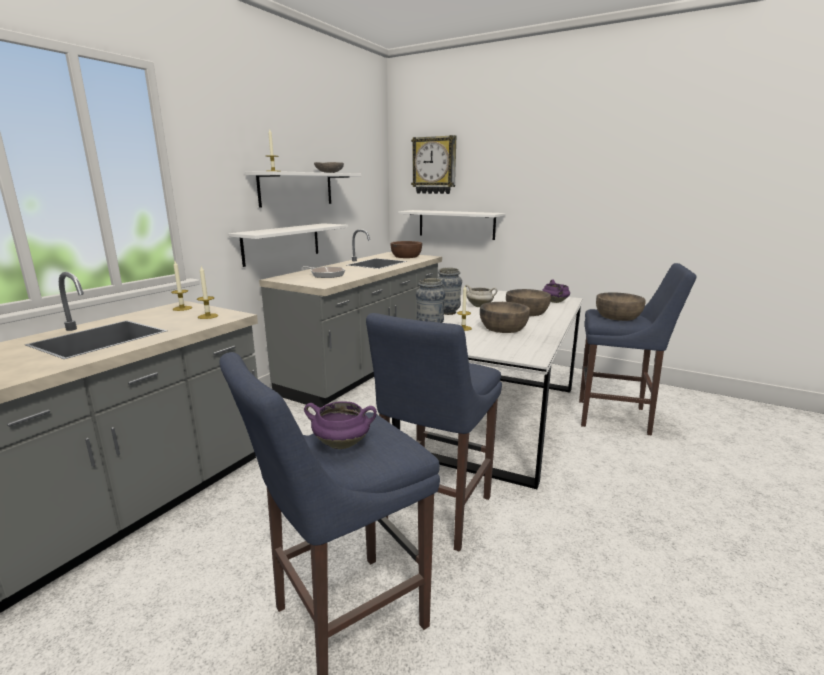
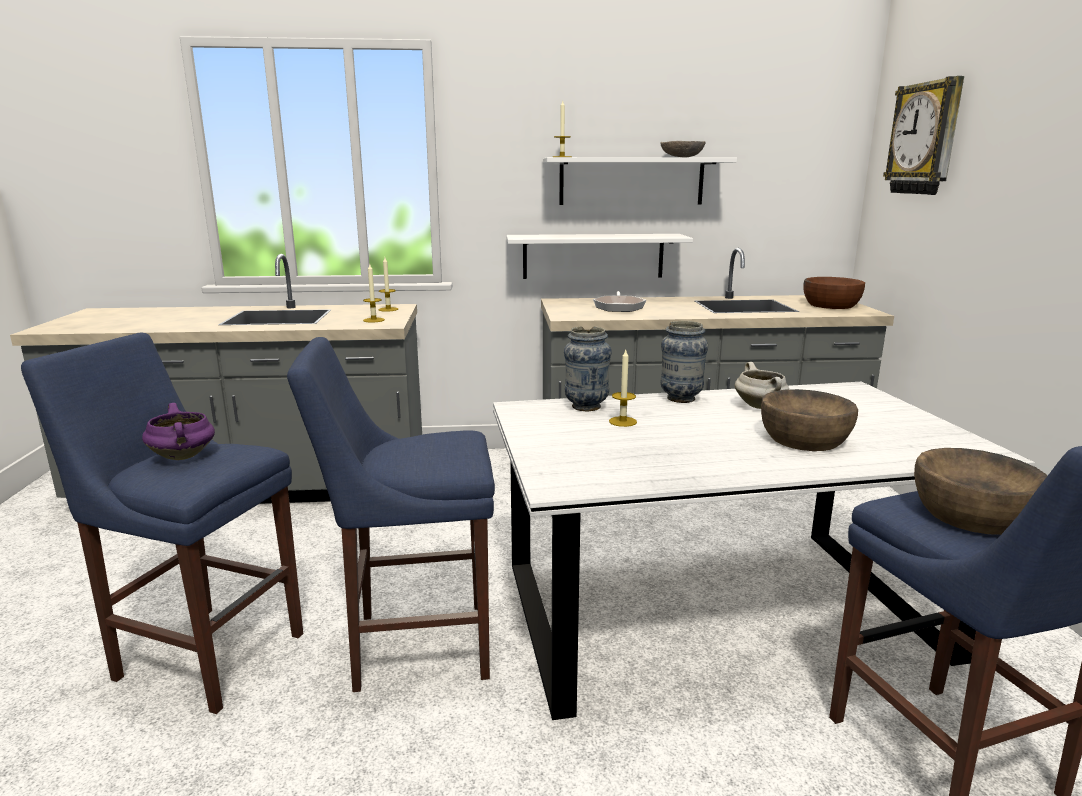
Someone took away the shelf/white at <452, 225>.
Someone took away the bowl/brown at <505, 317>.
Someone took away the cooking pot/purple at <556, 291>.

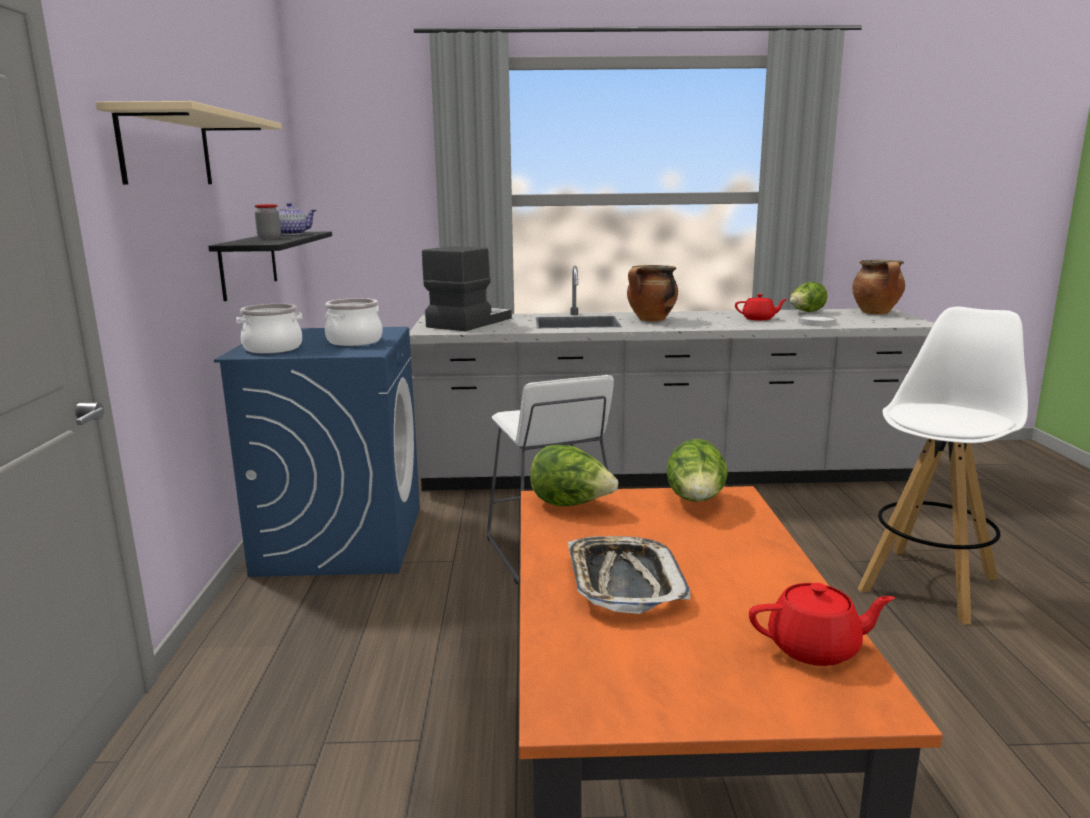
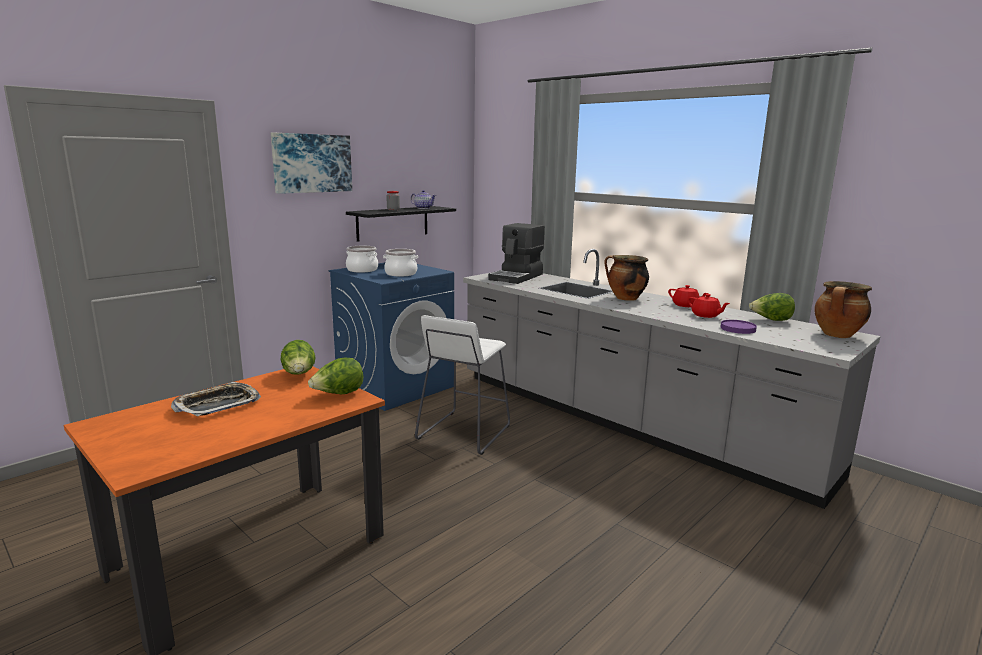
Someone swapped the shelf/beige at <189, 142> for the picture at <311, 163>.
Someone rotated the coffee machine at <467, 288> by 135 degrees clockwise.
Someone carried the teapot/red from <822, 624> to <688, 296>.
Someone repainted the plate/white at <817, 320>, which became the plate/purple at <738, 327>.
Someone took away the stool/white at <943, 465>.

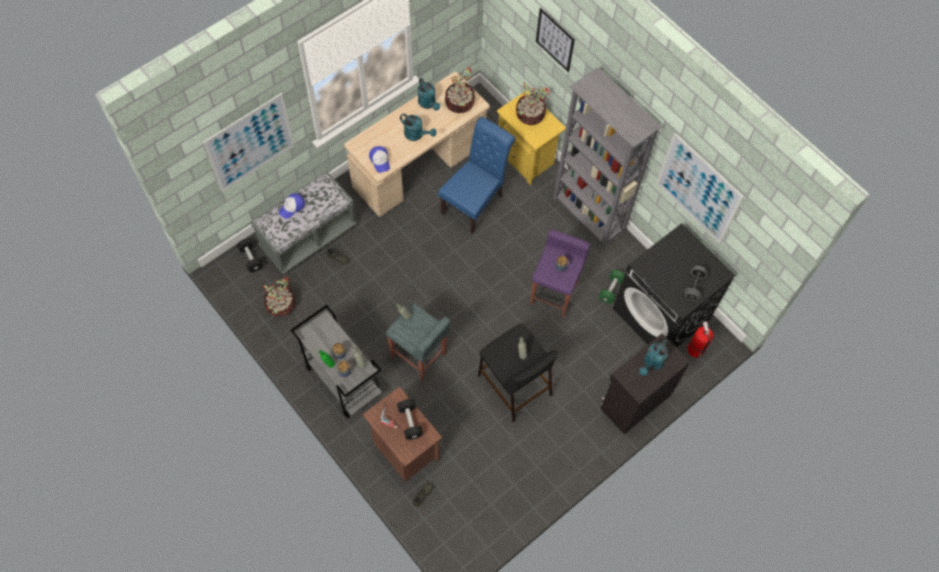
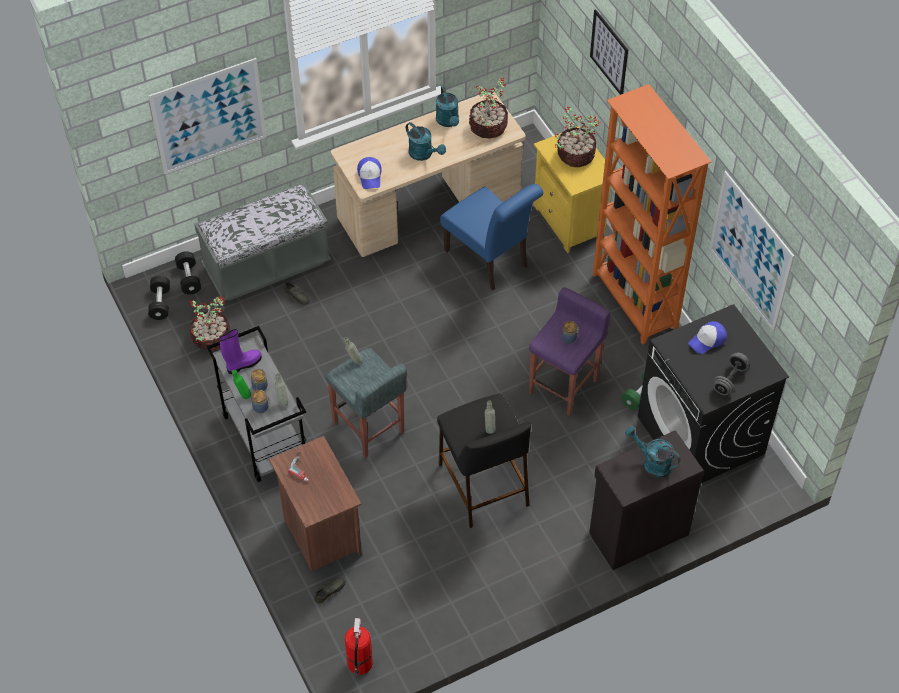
Someone carried the cap from <291, 206> to <707, 337>.
Someone carried the dumbbell/black from <410, 419> to <159, 298>.
Someone rotated the chair/blue at <476, 175> by 90 degrees clockwise.
Someone repainted the bookcase/grey at <607, 158>, which became the bookcase/orange at <652, 214>.
Someone rotated the watering can/turquoise at <653, 357> by 75 degrees clockwise.
Someone carried the fire extinguisher from <700, 340> to <359, 646>.
Someone put down the boot/purple at <240, 351>.

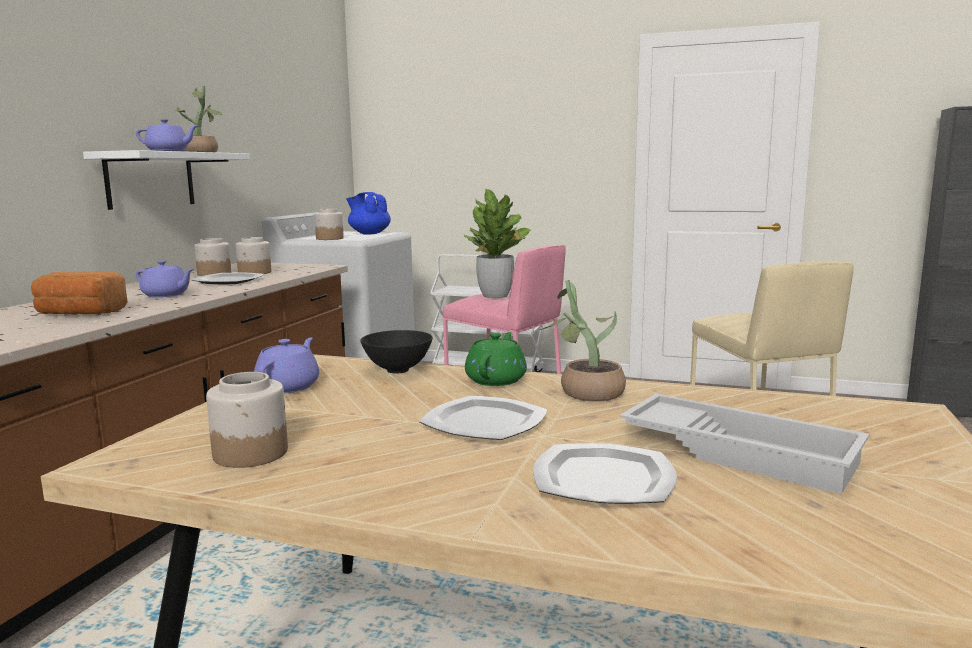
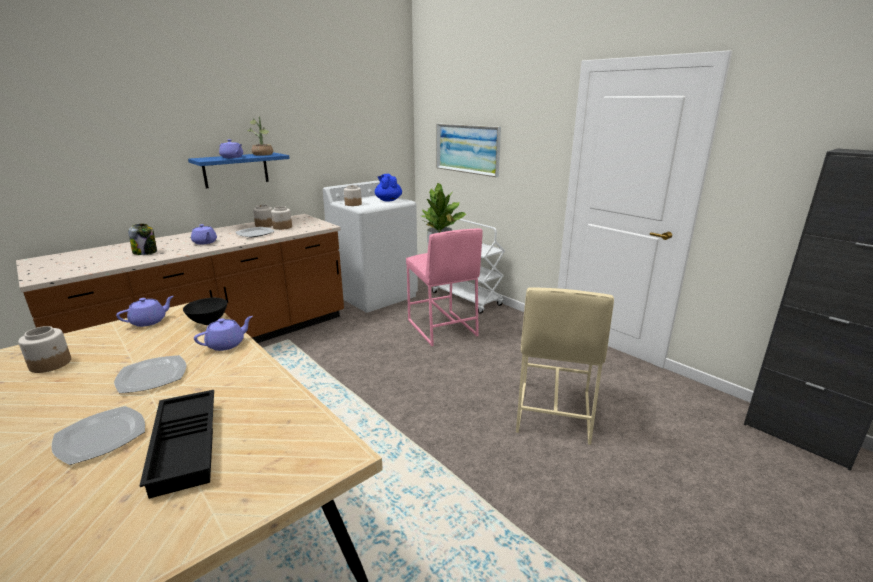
Someone swapped the bread at <79, 293> for the jar at <142, 239>.
Someone repainted the shelf/white at <166, 180>, which became the shelf/blue at <239, 170>.
Someone repainted the teapot/green at <496, 359>, which became the teapot/purple at <223, 333>.
Someone took away the potted plant at <583, 341>.
Someone repainted the tray/white at <745, 443>, which became the tray/black at <177, 444>.
Someone put up the picture at <469, 150>.

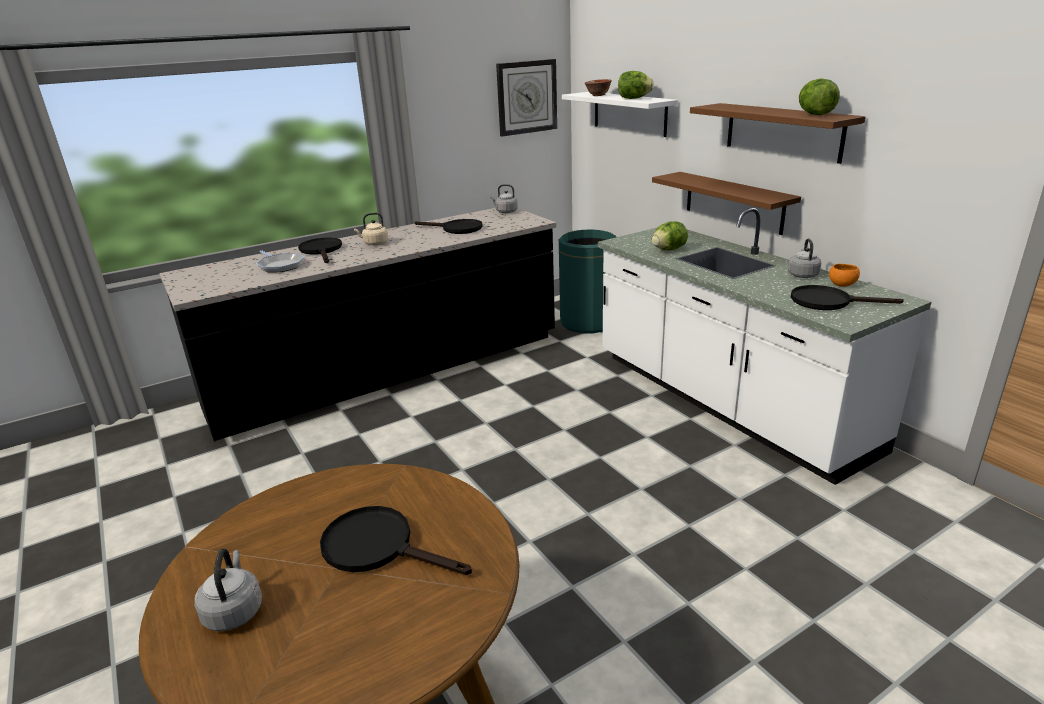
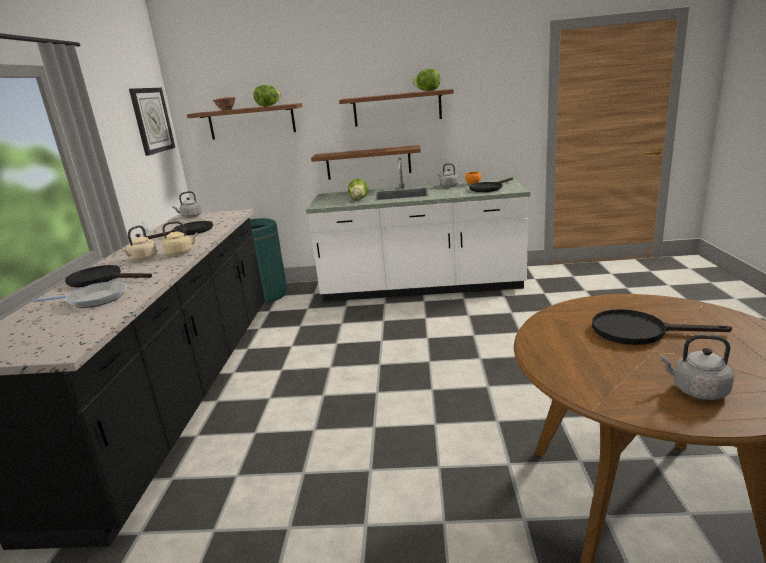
Someone rotated the frying pan/black at <396, 540> by 45 degrees clockwise.
Someone repainted the shelf/white at <620, 114>, which became the shelf/brown at <245, 121>.
Someone put down the kettle/beige at <180, 238>.

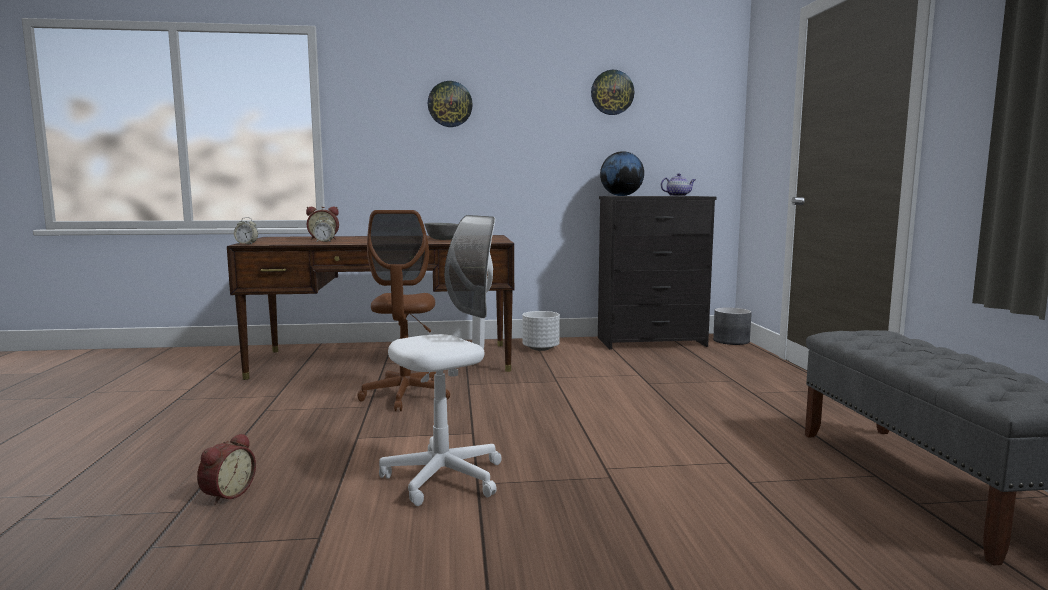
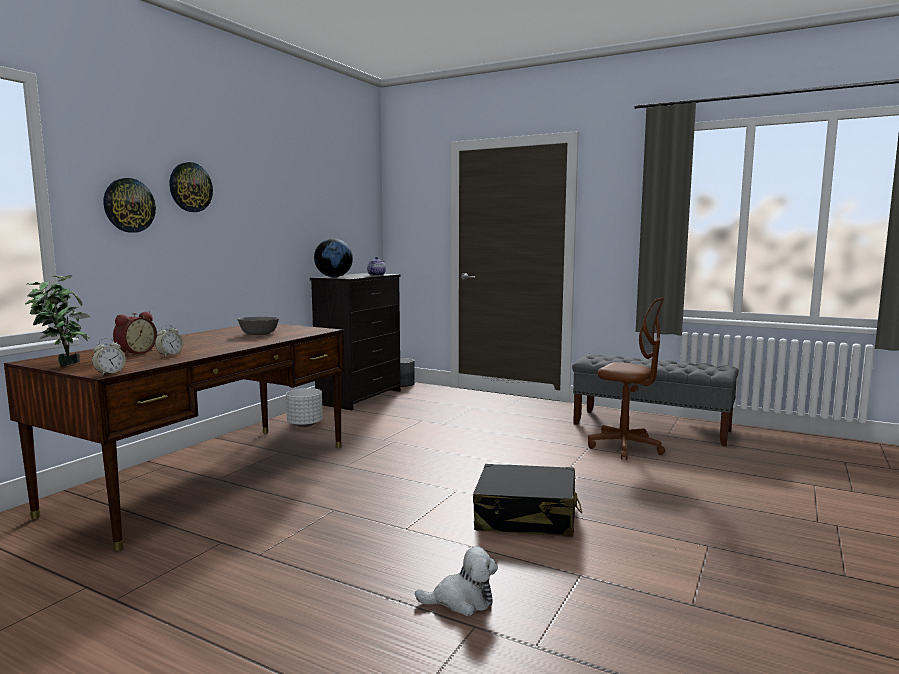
Someone swapped the alarm clock at <226, 469> for the plush toy at <456, 581>.
Someone carried the office chair/brown from <403, 310> to <626, 378>.
Someone swapped the office chair/white at <440, 360> for the suitcase/black at <527, 500>.
Someone carried the wall clock from <612, 92> to <130, 205>.
Someone put down the potted plant at <57, 320>.

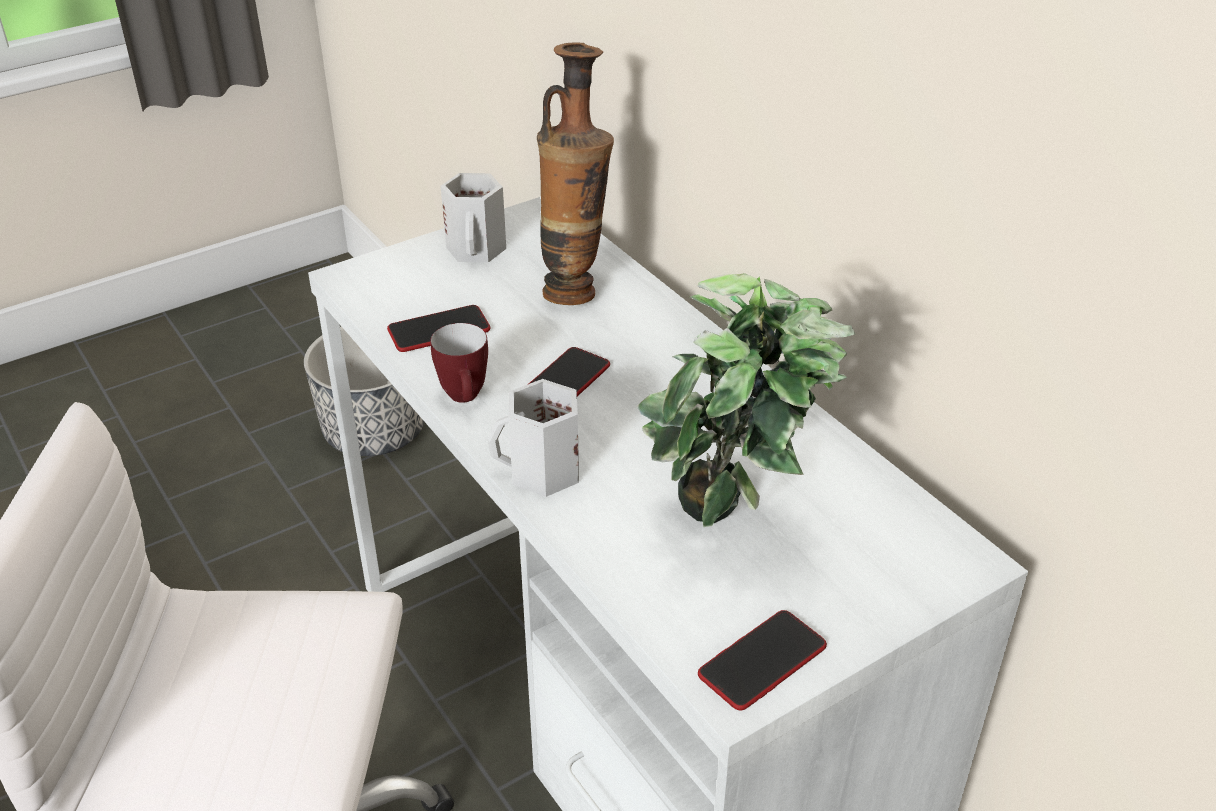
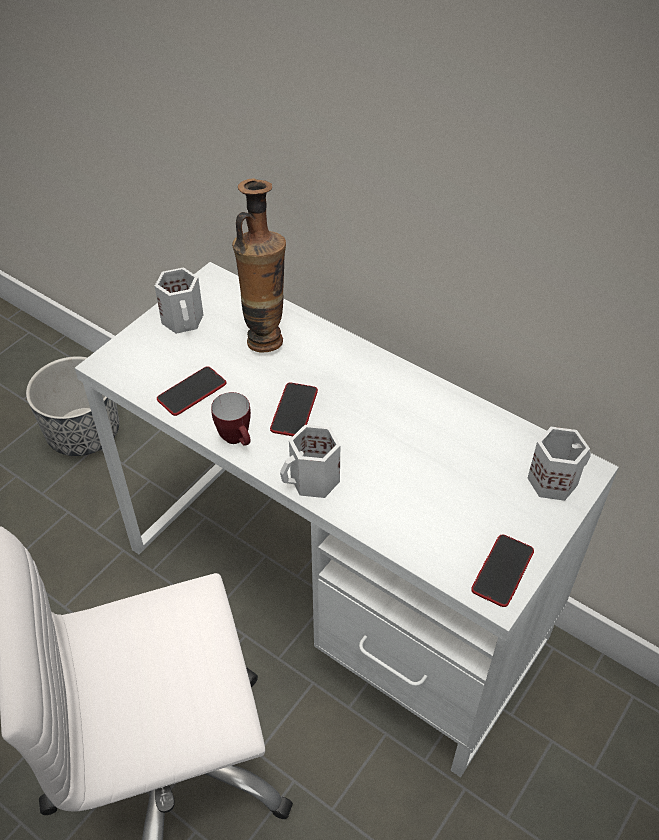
Someone took away the potted plant at <746, 400>.
Someone put down the mug/white at <559, 464>.

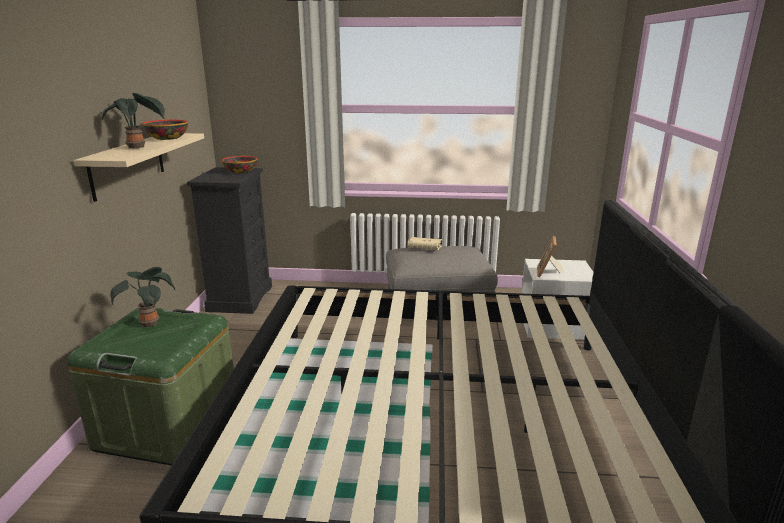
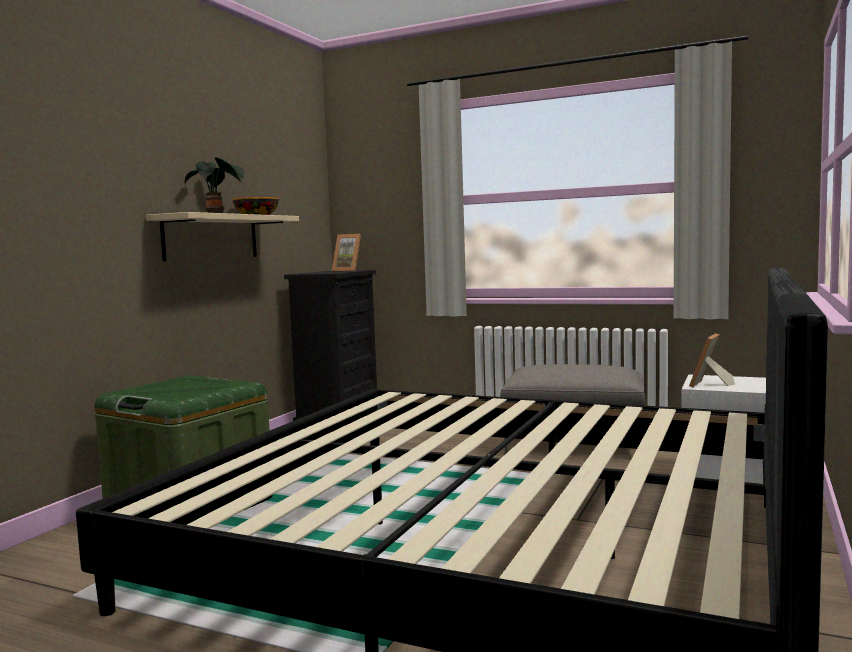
Someone took away the potted plant at <142, 297>.
Someone swapped the bowl at <240, 164> for the picture frame at <346, 253>.
Someone took away the book/beige at <425, 243>.

